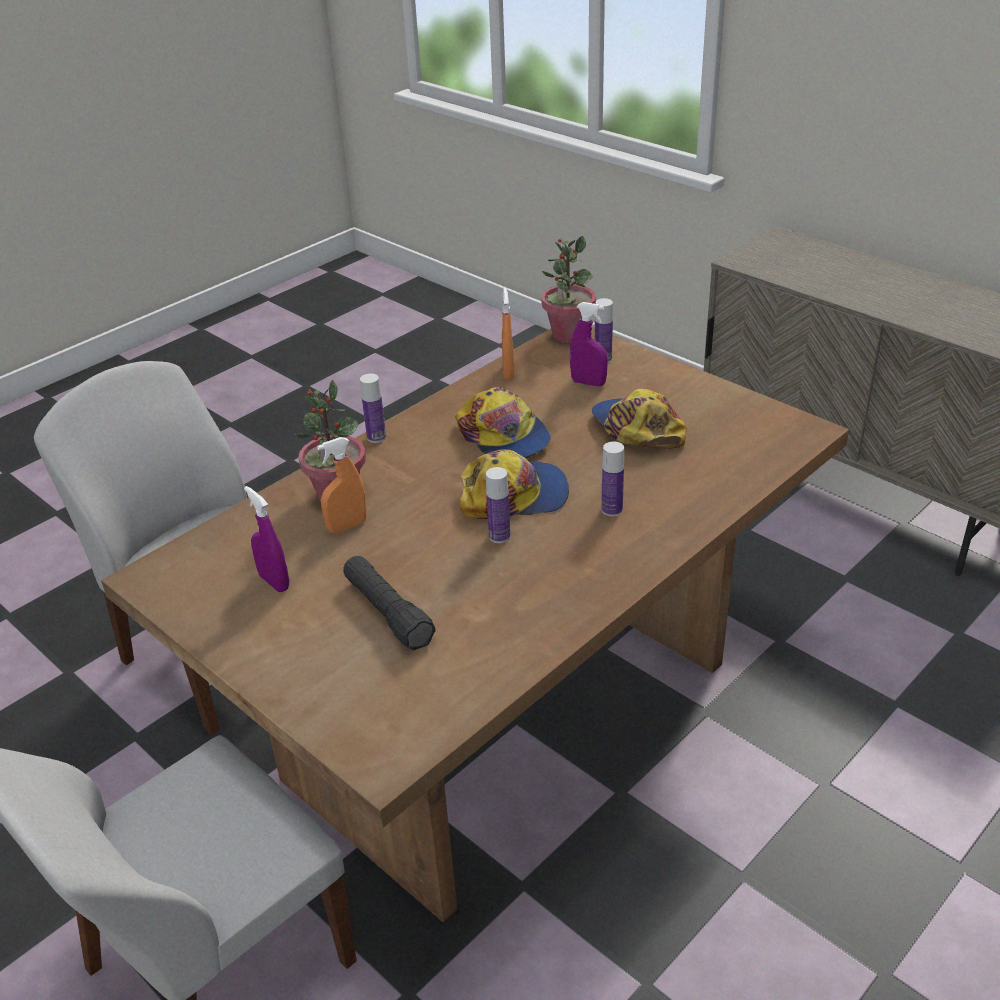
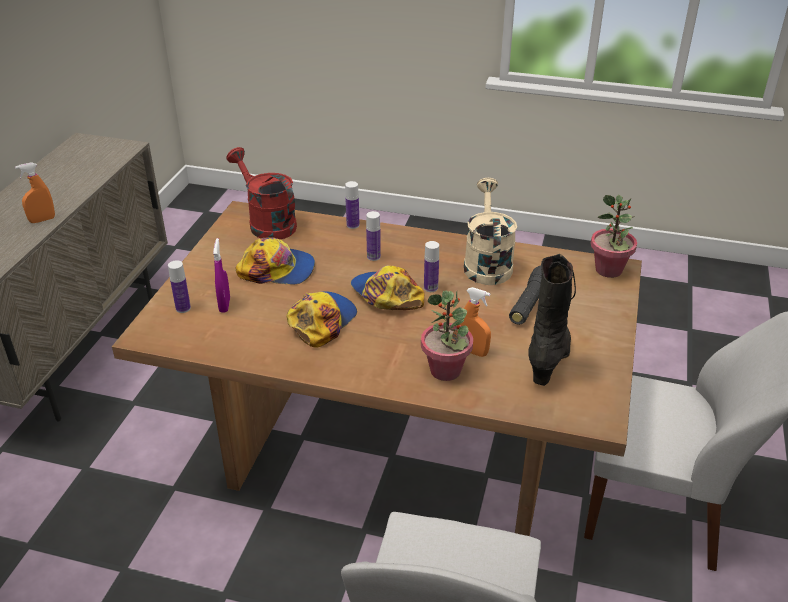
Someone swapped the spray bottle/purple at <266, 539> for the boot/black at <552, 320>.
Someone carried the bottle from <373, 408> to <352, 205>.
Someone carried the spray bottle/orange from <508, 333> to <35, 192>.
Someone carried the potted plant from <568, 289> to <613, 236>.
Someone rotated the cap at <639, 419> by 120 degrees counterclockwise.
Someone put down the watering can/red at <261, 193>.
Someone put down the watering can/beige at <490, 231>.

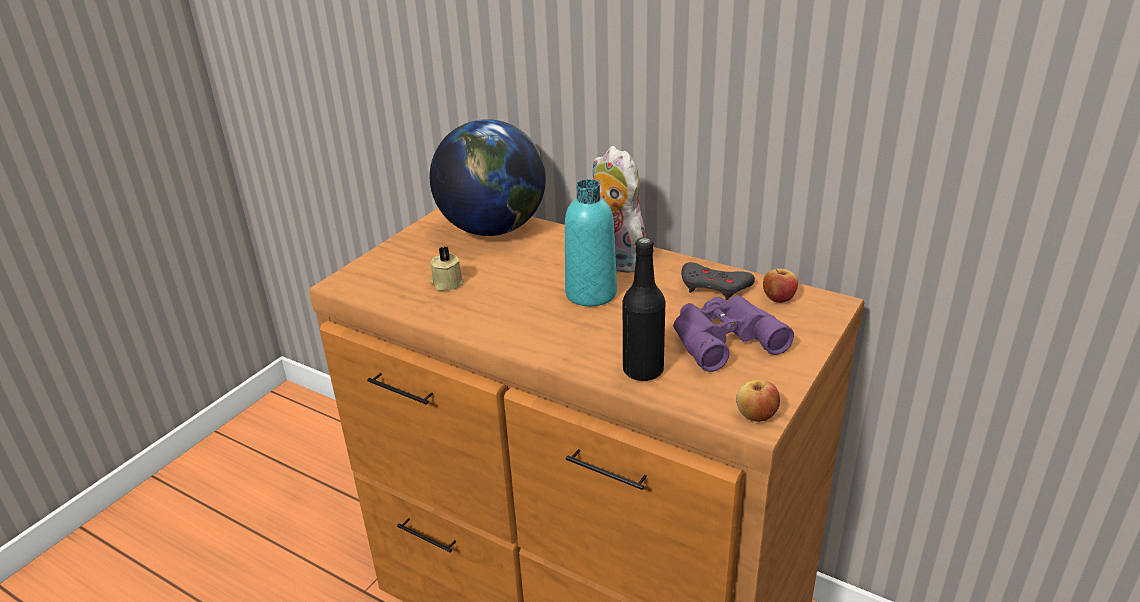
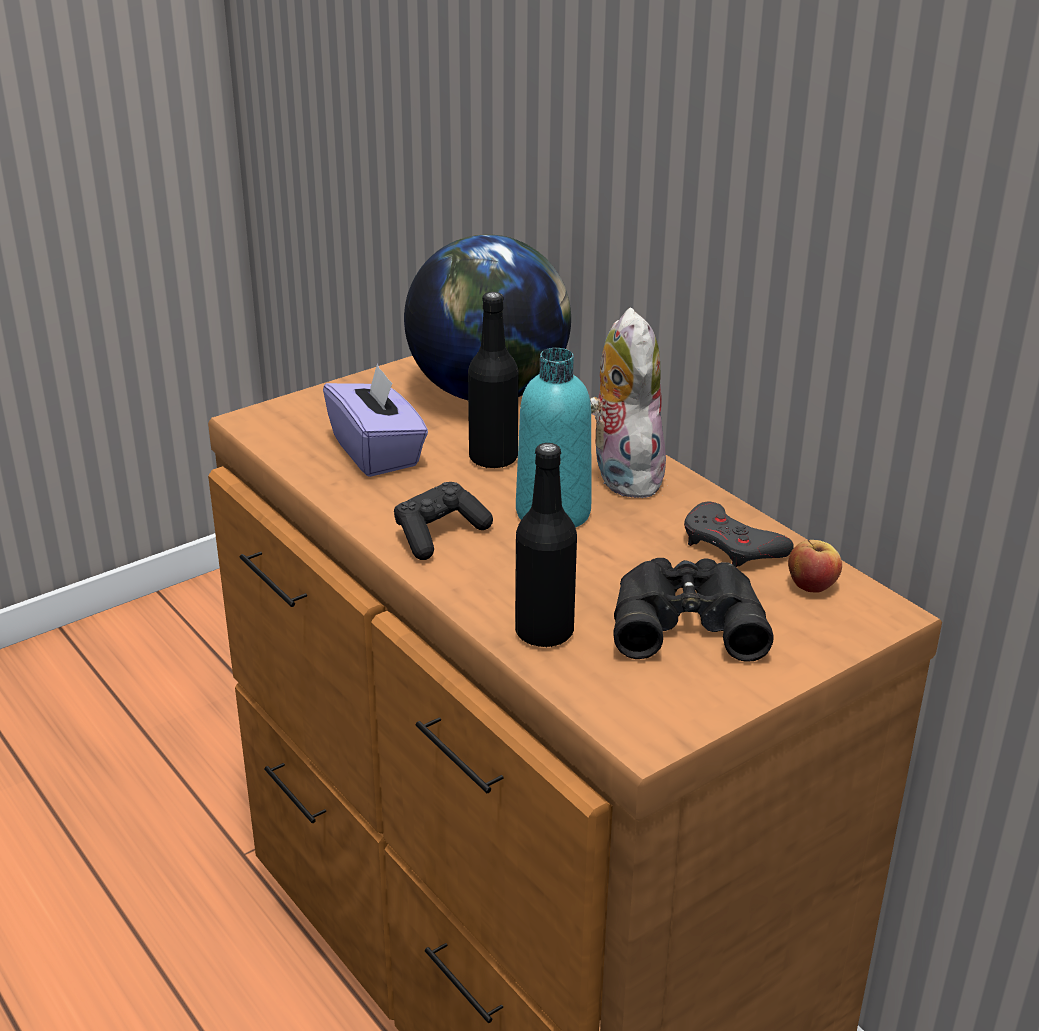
Someone swapped the candle/beige at <447, 268> for the tissue box/purple at <375, 420>.
Someone repainted the binoculars/purple at <733, 333>, which became the binoculars/black at <693, 610>.
Someone took away the apple at <758, 401>.
Someone put down the game controller/black at <443, 521>.
Someone put down the bottle/black at <493, 380>.

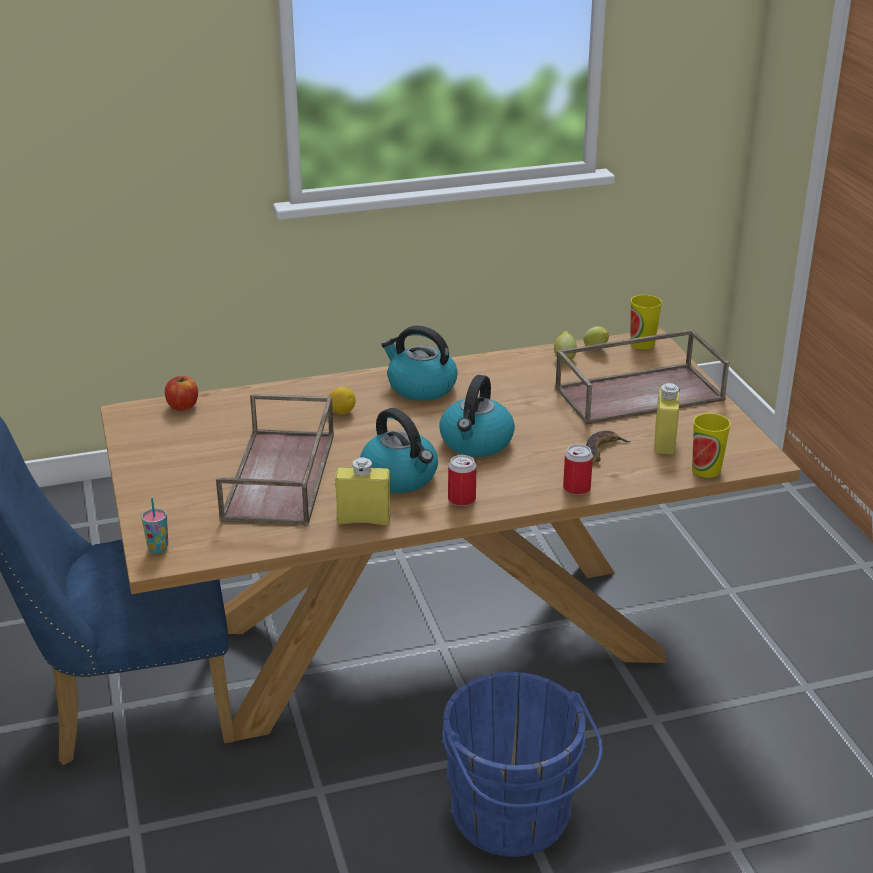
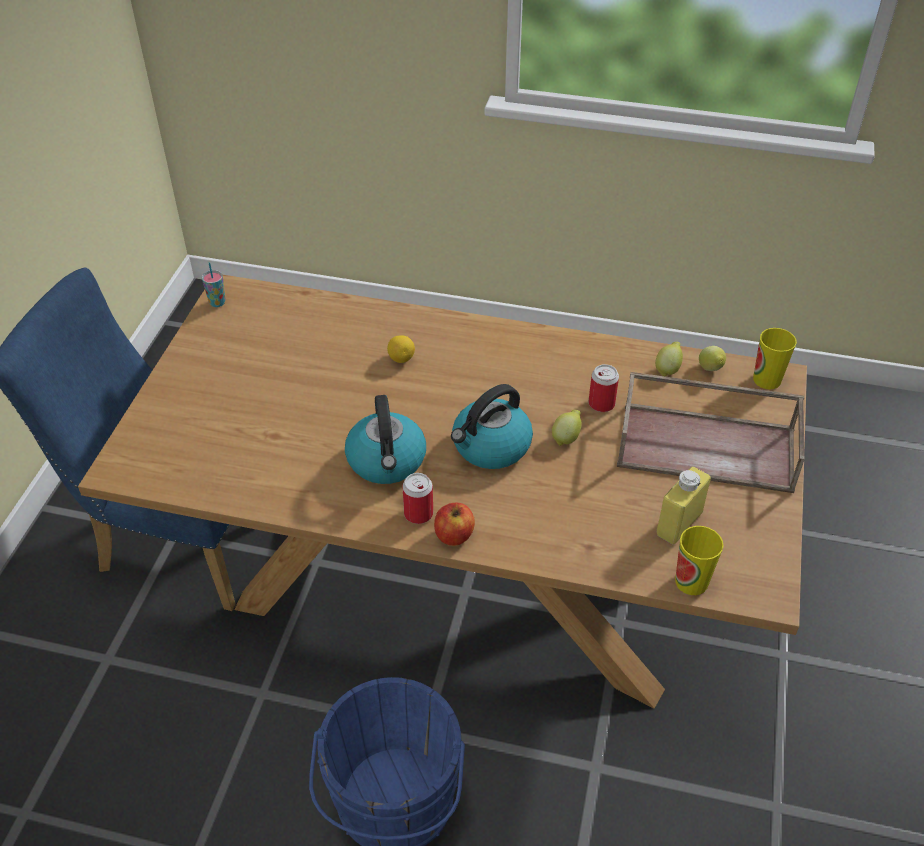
Someone carried the cup from <154, 526> to <214, 285>.
Someone carried the apple from <181, 393> to <454, 524>.
Someone took away the tray/brown at <275, 460>.
Someone took away the bottle/yellow at <363, 491>.
Someone took away the kettle at <419, 363>.
Someone carried the can from <578, 469> to <604, 388>.
Someone took away the banana at <608, 446>.
Someone put down the lemon at <567, 428>.

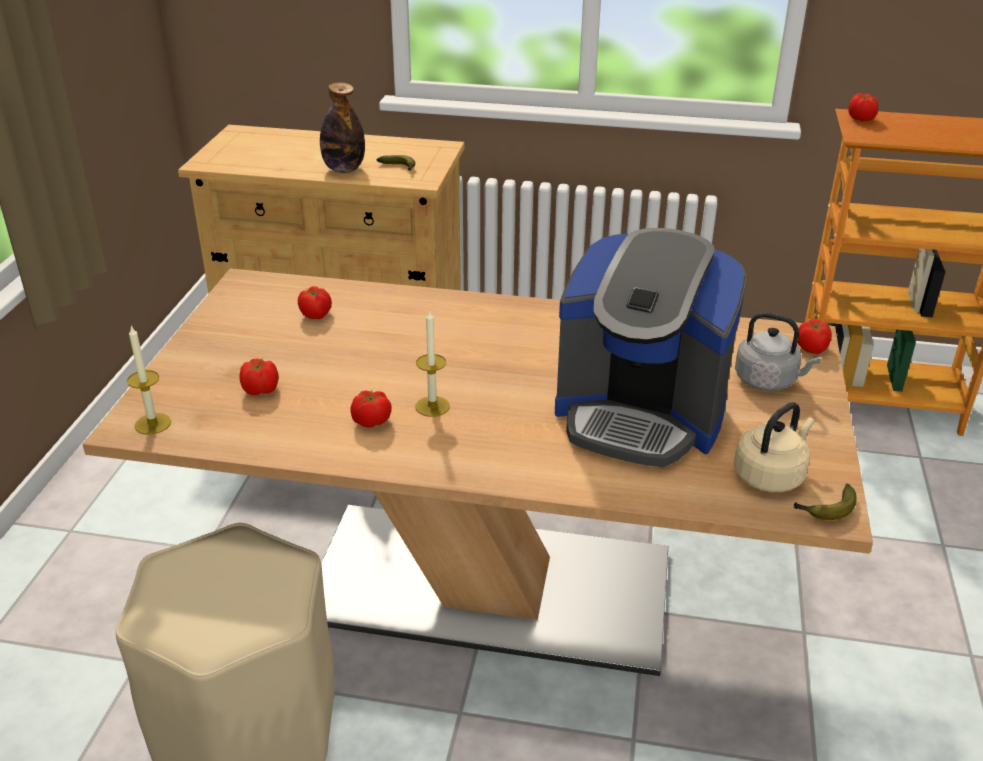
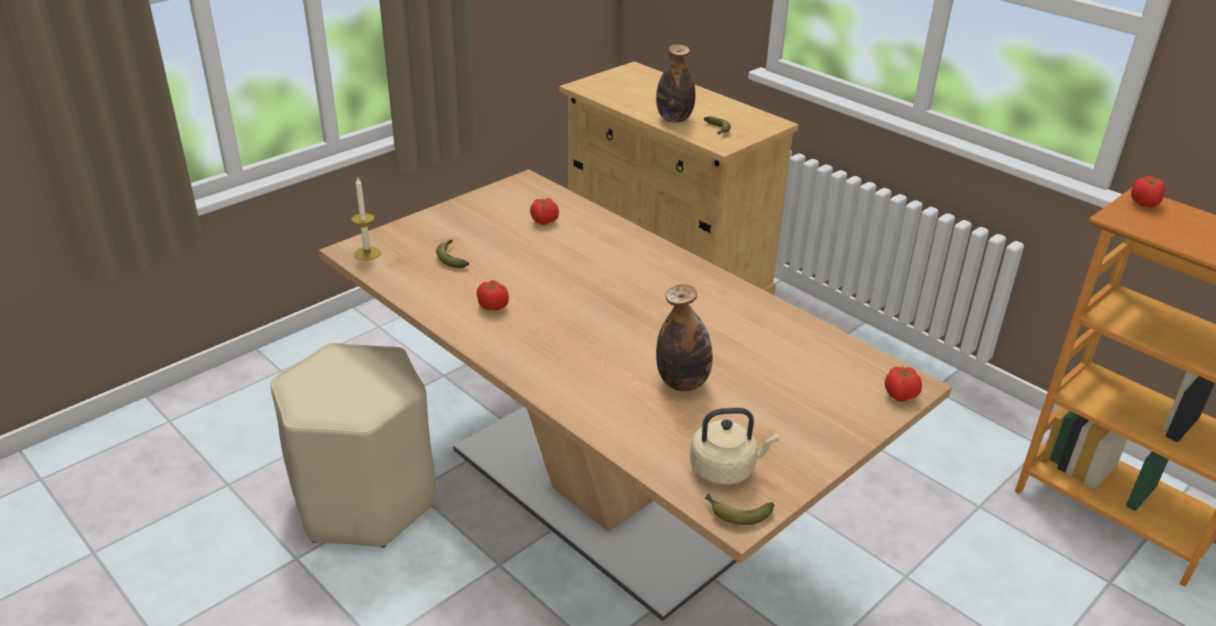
Someone swapped the tomato at <259, 376> for the banana at <452, 254>.
Someone took away the candle at <433, 363>.
Someone swapped the coffee machine at <651, 347> for the bottle at <684, 337>.
Someone took away the kettle/grey at <778, 351>.

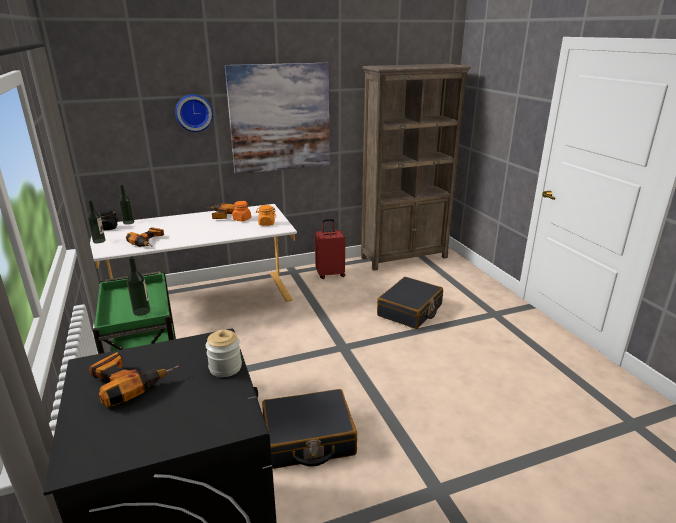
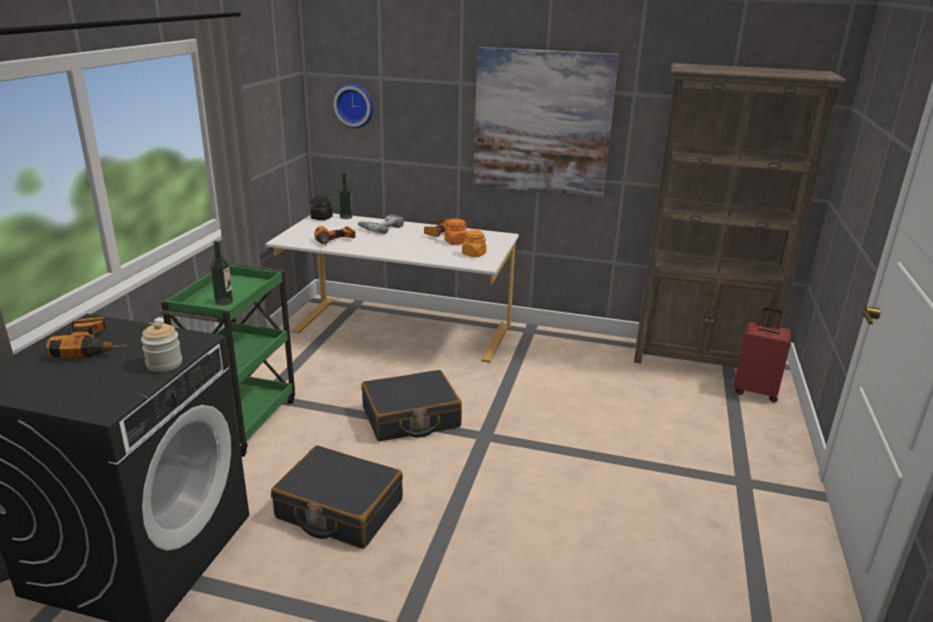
Someone took away the bottle at <96, 221>.
Someone carried the wall clock from <194, 113> to <353, 105>.
Someone carried the suitcase/red from <330, 249> to <762, 355>.
Someone carried the suitcase/black from <410, 303> to <411, 405>.
Someone put down the power drill at <381, 224>.

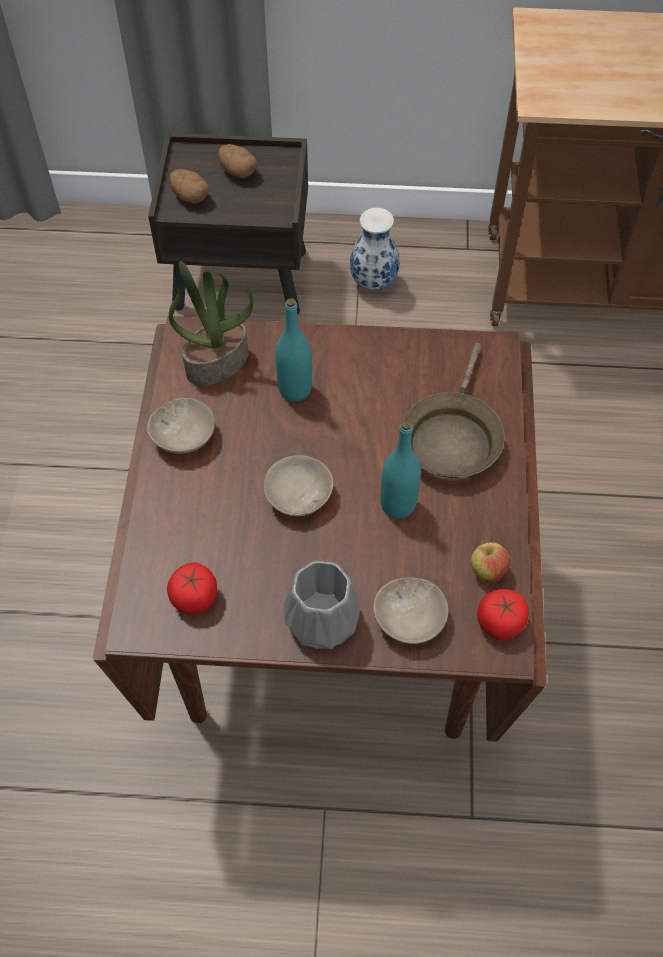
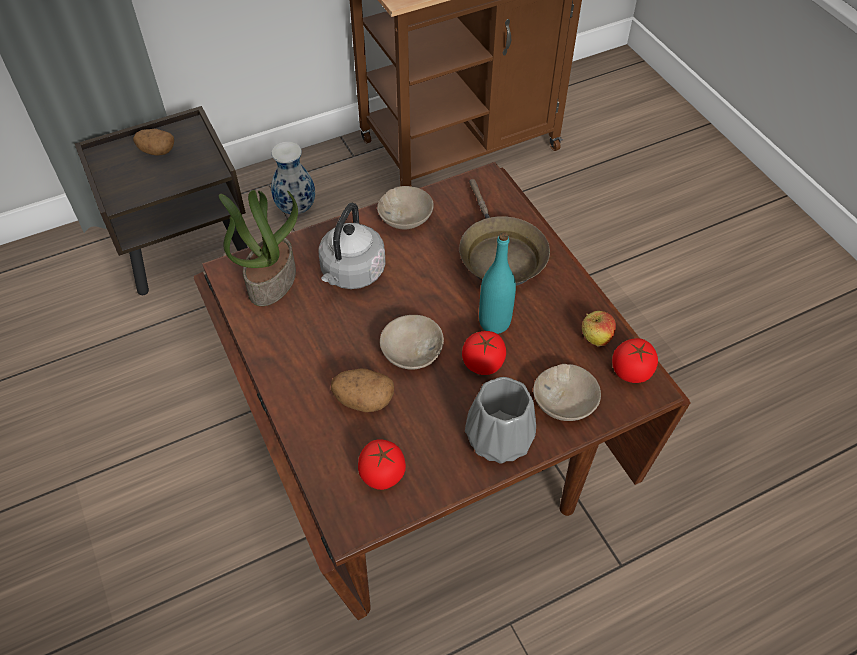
Someone carried the bowl/beige from <181, 426> to <405, 207>.
Someone carried the potato from <189, 186> to <362, 390>.
Someone swapped the bottle/turquoise at <293, 349> for the kettle/grey at <352, 246>.
Someone put down the tomato at <484, 353>.

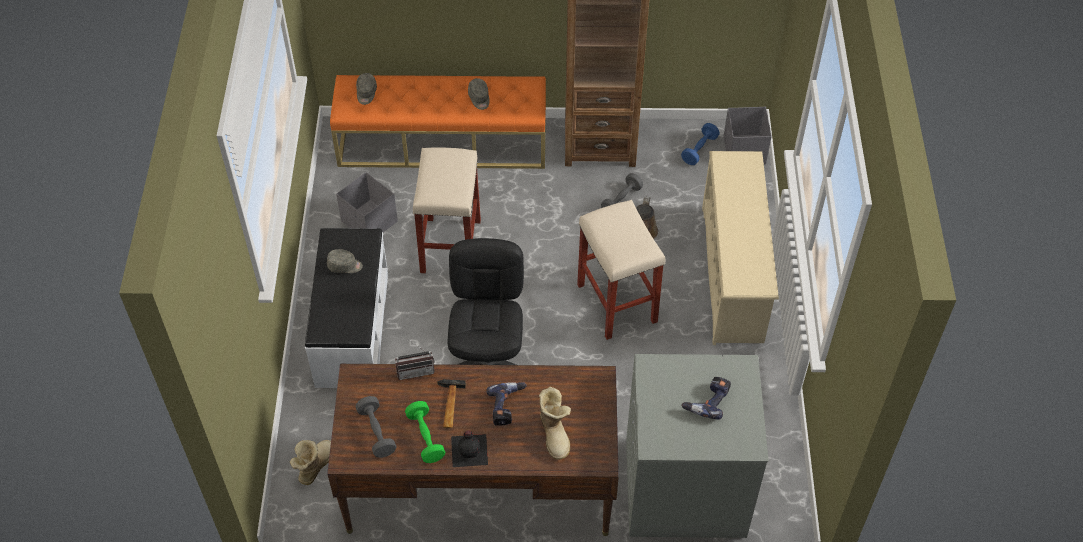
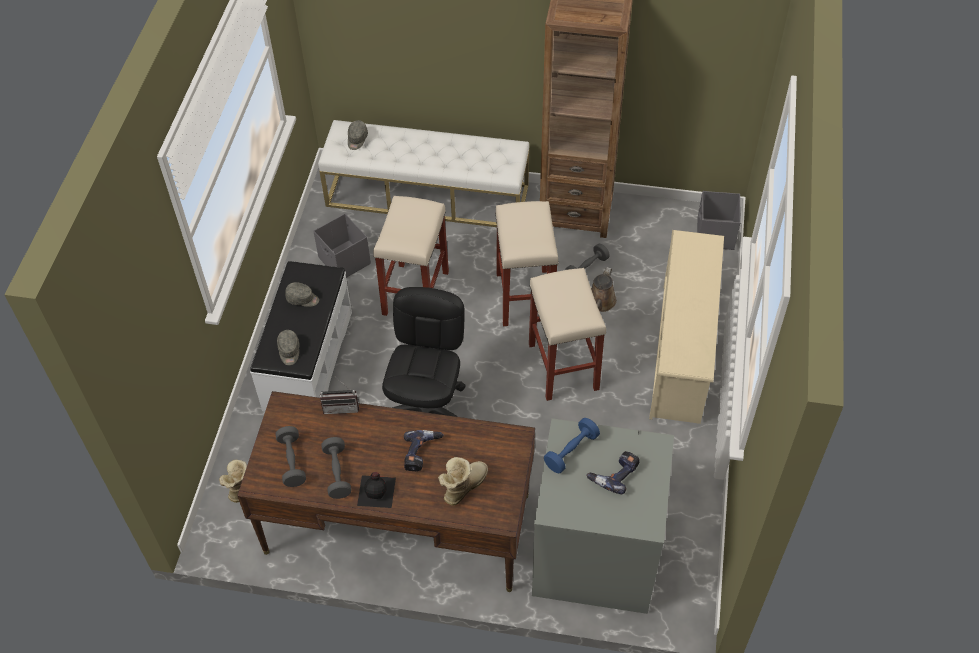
Someone repainted the bench/orange at <438, 122>, which became the bench/white at <423, 173>.
Someone repainted the dumbbell/green at <425, 432>, which became the dumbbell/grey at <336, 468>.
Someone took away the hammer at <451, 403>.
Someone carried the cap/grey from <478, 94> to <288, 347>.
Someone rotated the boot at <555, 423> by 135 degrees counterclockwise.
Someone carried the dumbbell/blue from <700, 144> to <572, 445>.
Someone put down the stool/beige at <527, 263>.

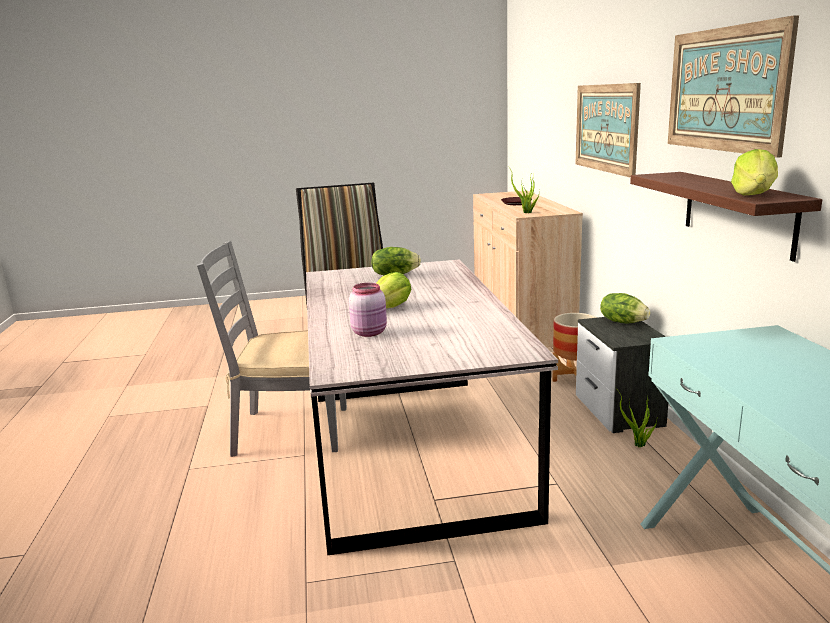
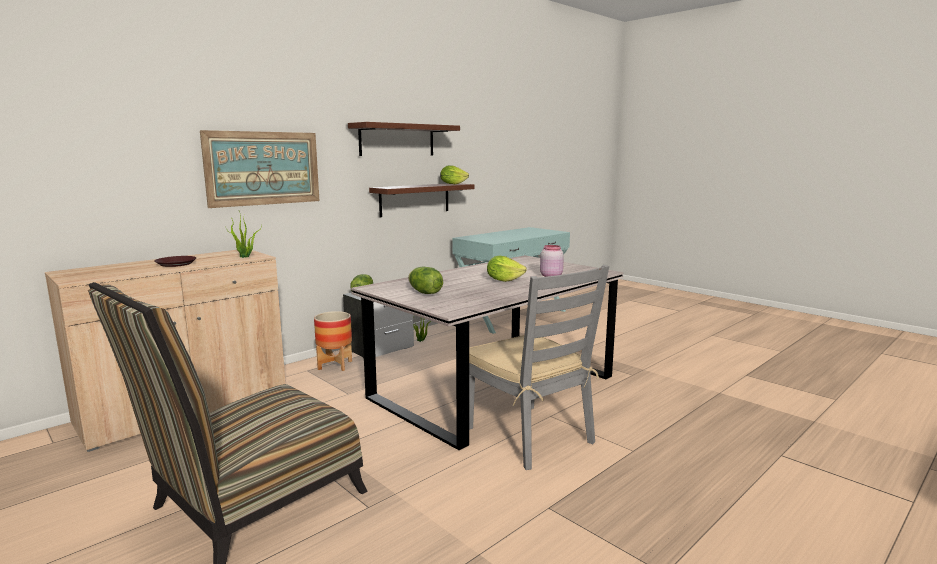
Someone swapped the picture at <733, 86> for the shelf at <404, 139>.

